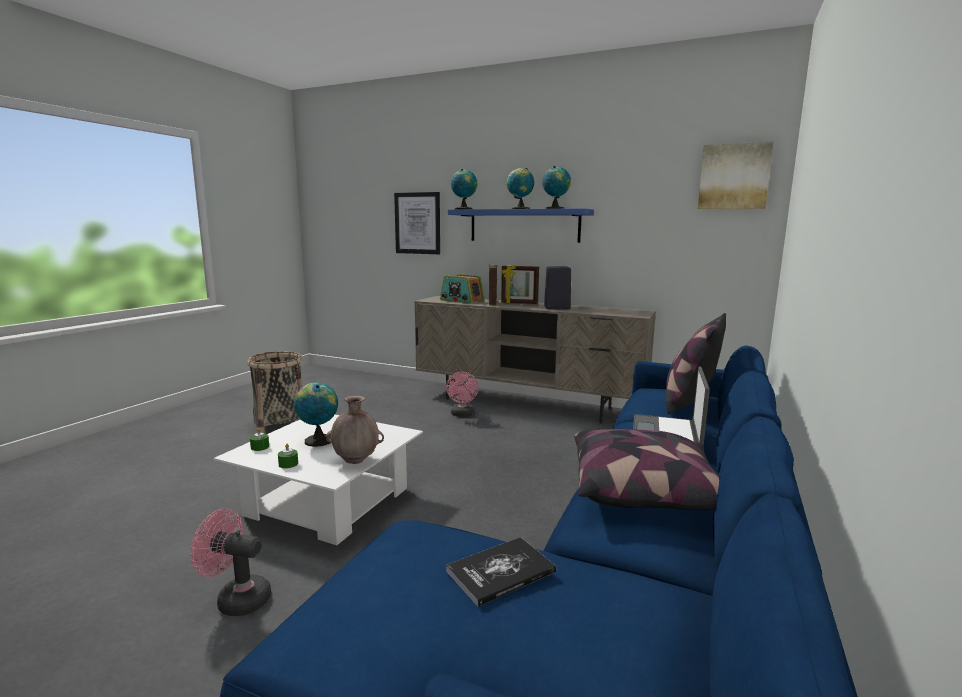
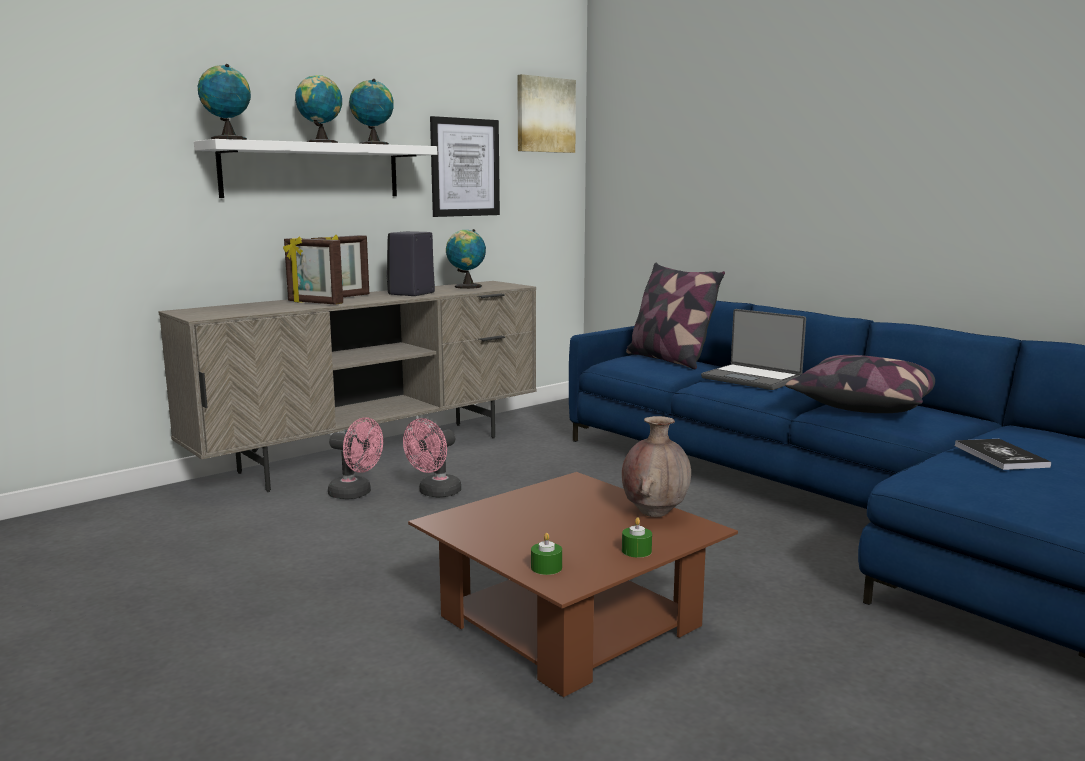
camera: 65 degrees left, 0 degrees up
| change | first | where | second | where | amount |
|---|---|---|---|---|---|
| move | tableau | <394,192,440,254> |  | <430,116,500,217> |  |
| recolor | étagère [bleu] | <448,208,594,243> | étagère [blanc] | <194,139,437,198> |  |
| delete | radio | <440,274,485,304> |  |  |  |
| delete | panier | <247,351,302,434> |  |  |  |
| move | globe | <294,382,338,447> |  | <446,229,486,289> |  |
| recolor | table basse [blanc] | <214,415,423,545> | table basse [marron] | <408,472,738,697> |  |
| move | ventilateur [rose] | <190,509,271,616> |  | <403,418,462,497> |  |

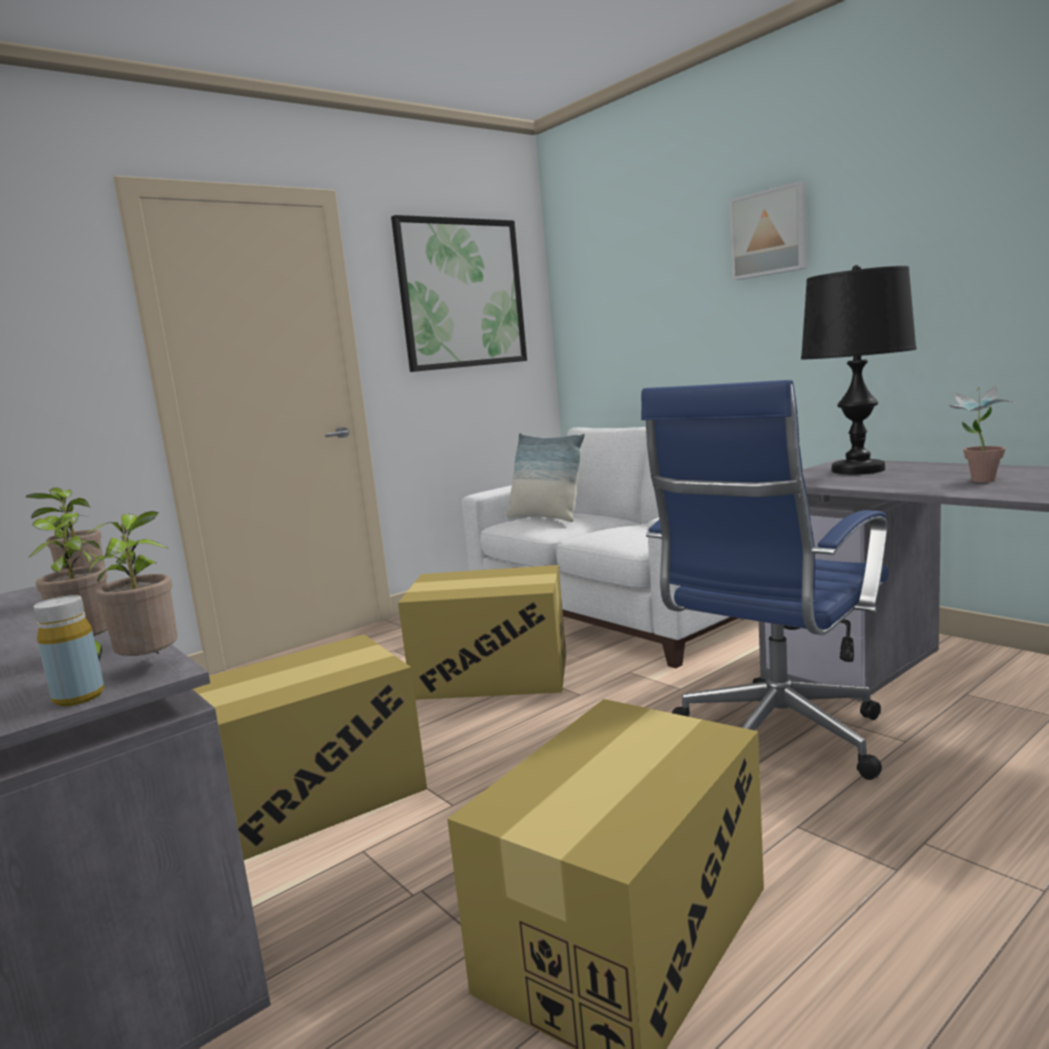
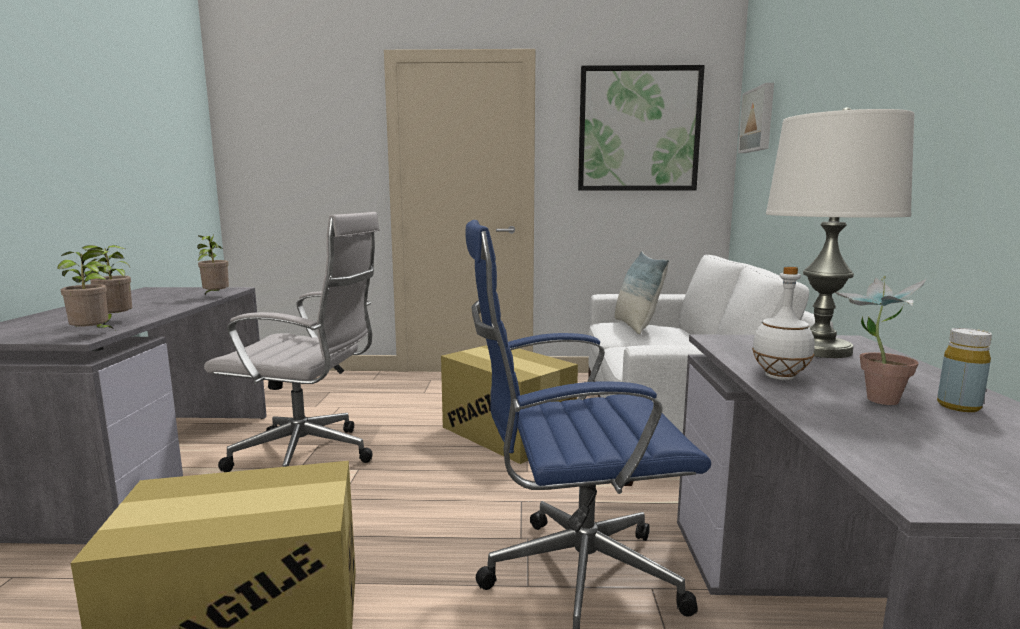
camera: 40 degrees right, 0 degrees up
| change | first | where | second | where | amount |
|---|---|---|---|---|---|
| move | tableau | <729,181,807,280> |  | <738,83,774,153> |  |
| recolor | lampe de table [noir] | <801,265,916,474> | lampe de table [blanc] | <766,108,914,358> |  |
| move | bouteille [jaune] | <33,595,104,706> |  | <937,328,992,412> |  |
| replace | carton | <193,634,427,860> | chaise de bureau [blanc] | <204,212,379,472> |  |
| insert |  |  | bouteille [blanc] | <752,267,815,380> |  |

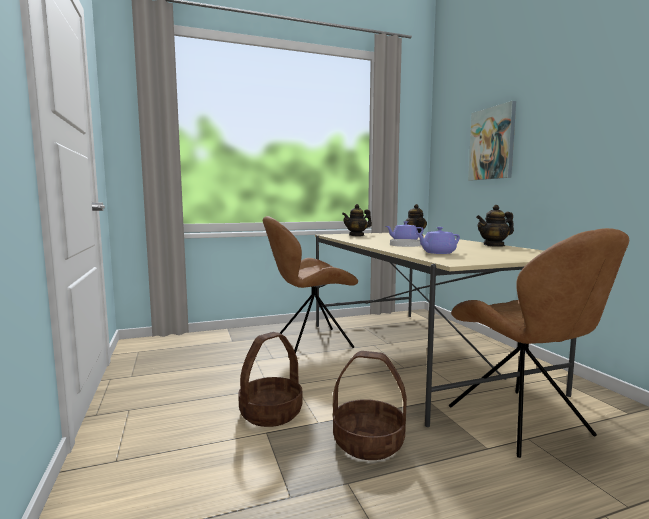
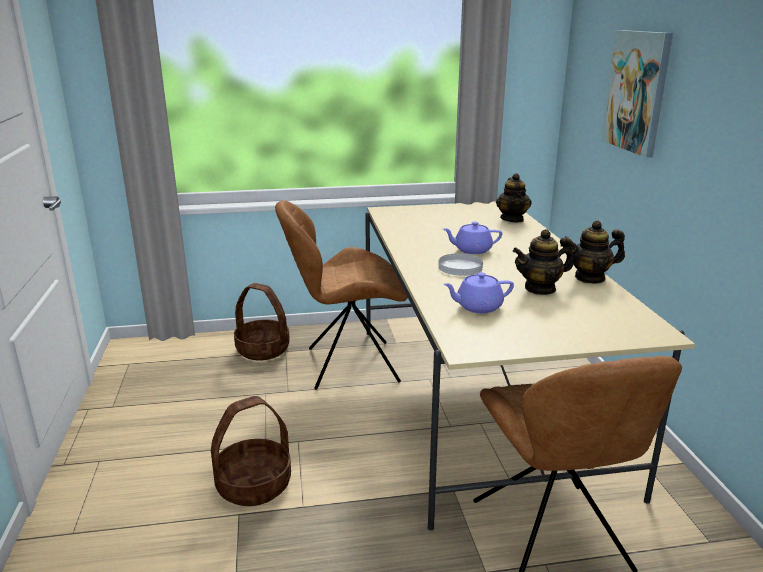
camera: 10 degrees right, 15 degrees up
| change | first | where | second | where | amount |
|---|---|---|---|---|---|
| move | théière | <342,204,372,236> |  | <513,229,574,295> |  |
| move | panier | <333,351,407,460> |  | <234,283,290,361> |  |

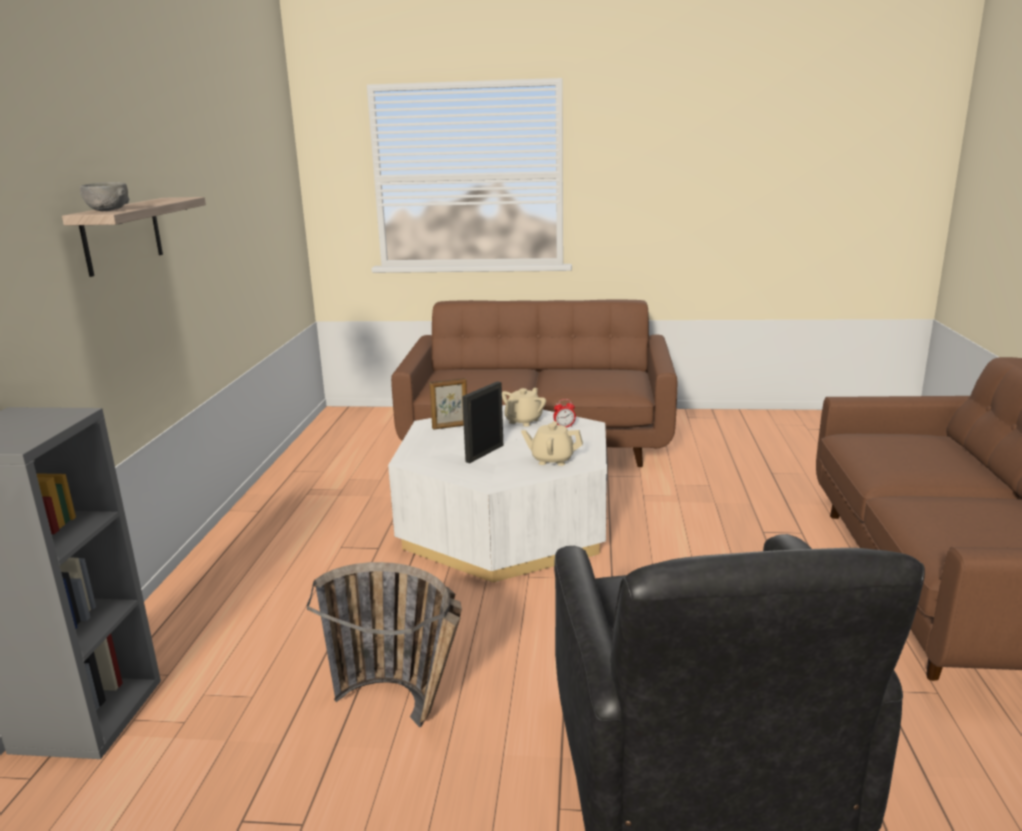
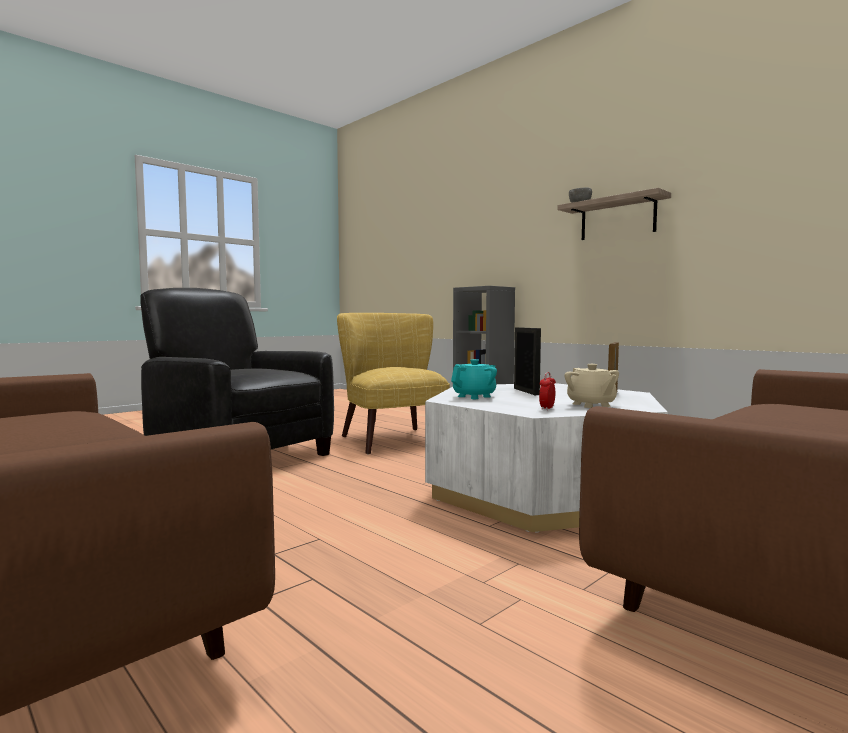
camera: 130 degrees right, 15 degrees down
| change | first | where | second | where | amount |
|---|---|---|---|---|---|
| recolor | théière [beige] | <521,421,583,466> | théière [turquoise] | <451,359,497,399> |  |
| replace | panier | <307,562,462,727> | fauteuil [jaune] | <337,313,450,455> |  |

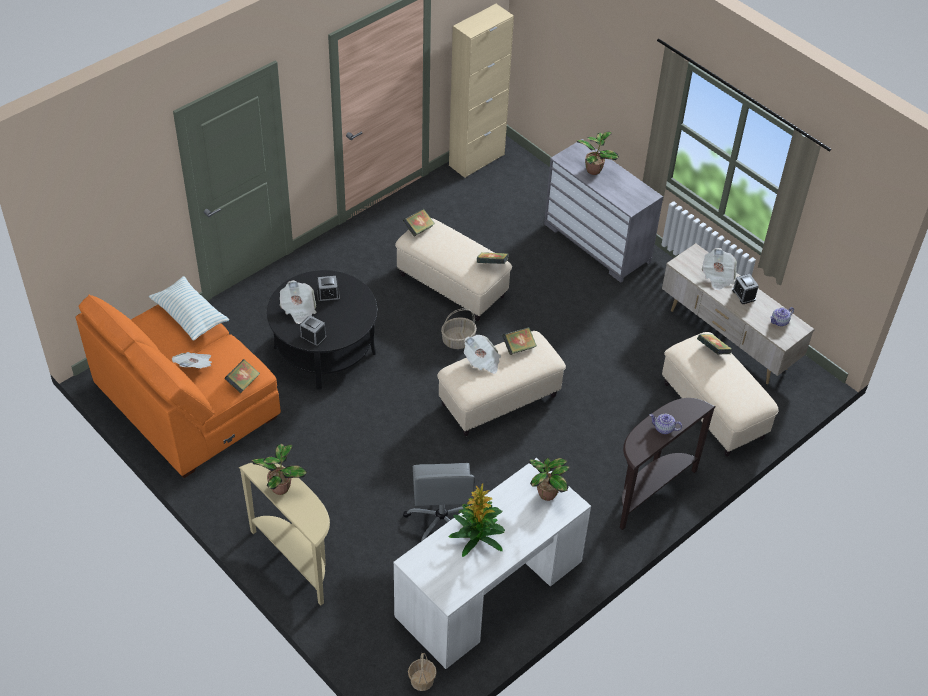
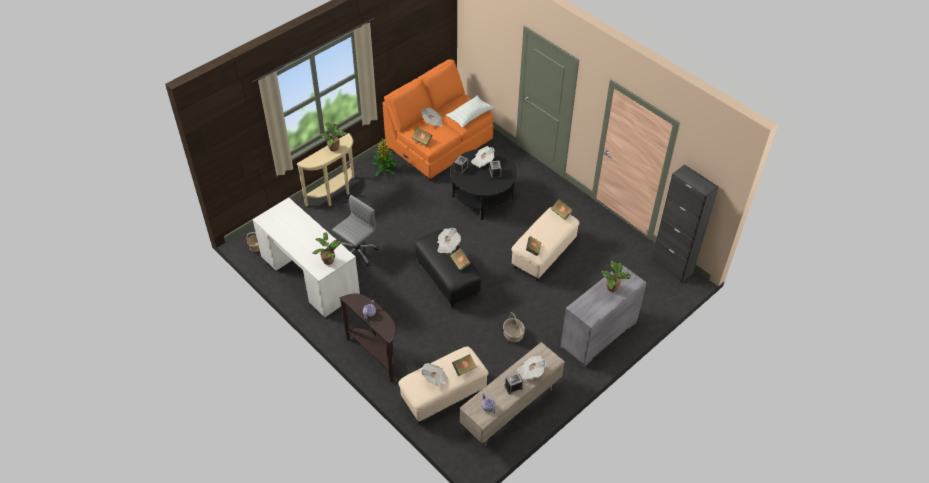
camera: 90 degrees right, 0 degrees up
| change | first | where | second | where | amount |
|---|---|---|---|---|---|
| recolor | meuble de rangement [beige] | <449,4,514,178> | meuble de rangement [noir] | <652,164,719,282> |  |
| move | panier | <441,308,477,349> |  | <503,312,525,342> |  |
| recolor | pouf [beige] | <437,331,566,436> | pouf [noir] | <414,230,482,308> |  |
| rotate | chaise de bureau [gris] | <403,463,475,543> |  | <332,195,379,267> | 135 degrees clockwise |
| move | plante en pot | <449,483,505,557> |  | <372,138,398,177> |  |
| insert |  |  | journal | <421,363,450,386> |  |

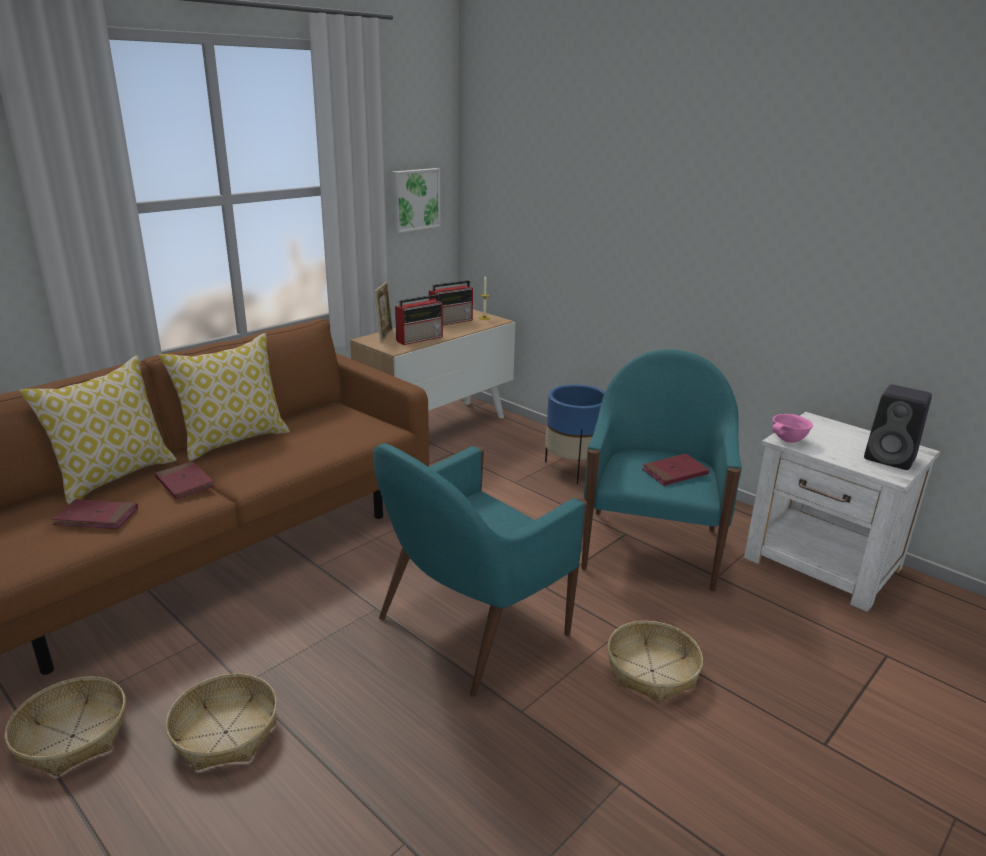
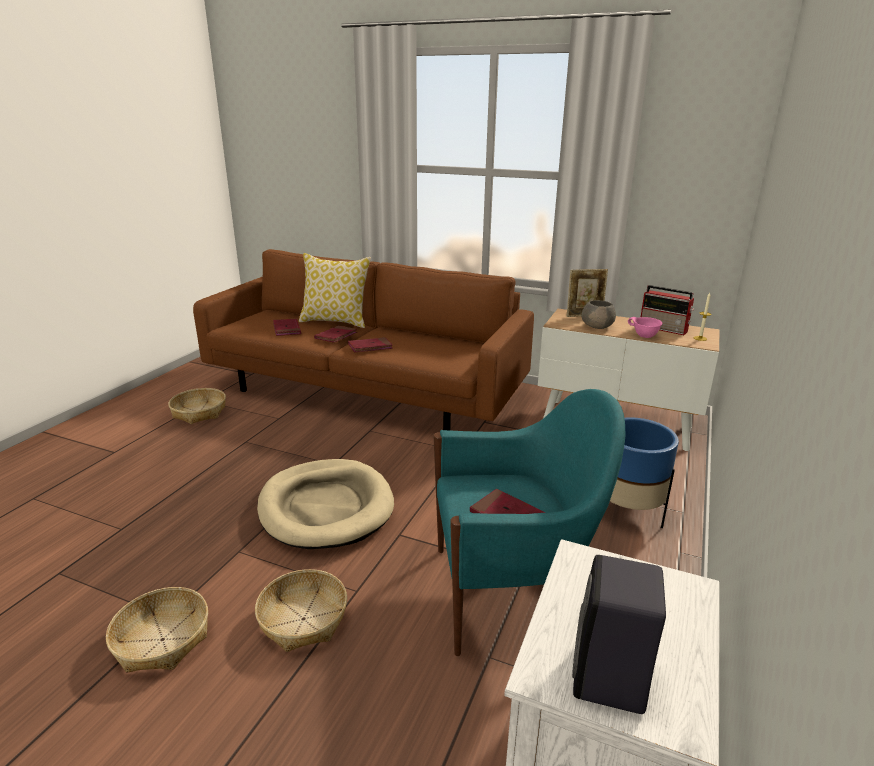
camera: 70 degrees right, 0 degrees up
| change | first | where | second | where | amount |
|---|---|---|---|---|---|
| delete | tableau | <392,168,440,233> |  |  |  |
| replace | radio | <395,294,443,345> | bol [gris] | <582,300,616,329> |  |
| delete | coussin | <159,333,290,461> |  |  |  |
| move | bol [rose] | <772,414,813,443> |  | <628,317,662,338> |  |
| replace | fauteuil [turquoise] | <373,443,587,697> | panier pour chien [beige] | <257,459,394,549> |  |
| move | panier | <165,673,277,771> |  | <106,587,208,673> |  |
| insert |  |  | livre [rouge] | <348,337,393,352> |  |

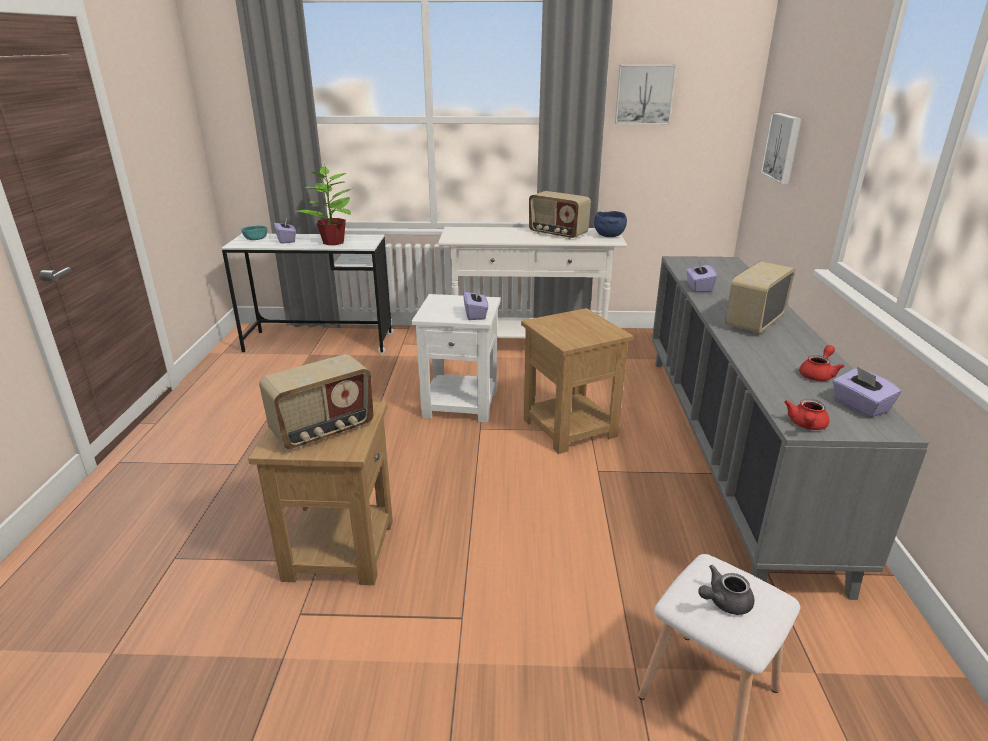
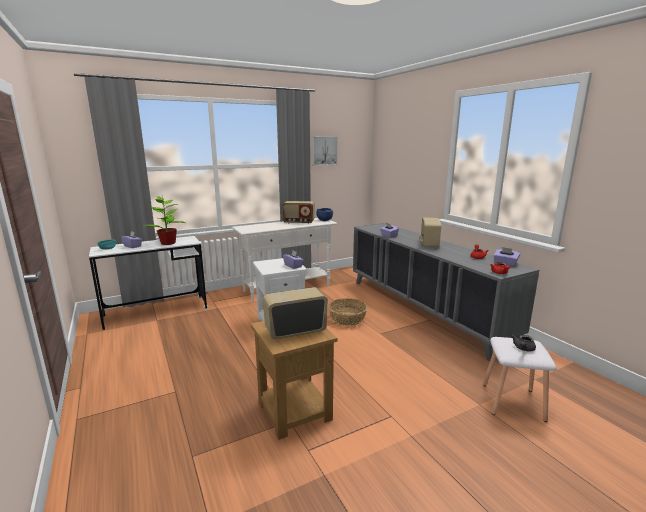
camera: 30 degrees left, 10 degrees down
| change | first | where | second | where | amount |
|---|---|---|---|---|---|
| delete | tableau | <760,113,802,184> |  |  |  |
| replace | table d'appoint [marron] | <521,308,633,454> | panier | <328,298,368,326> |  |
| rotate | radio | <259,354,374,449> |  | <263,287,328,339> | 135 degrees counterclockwise |

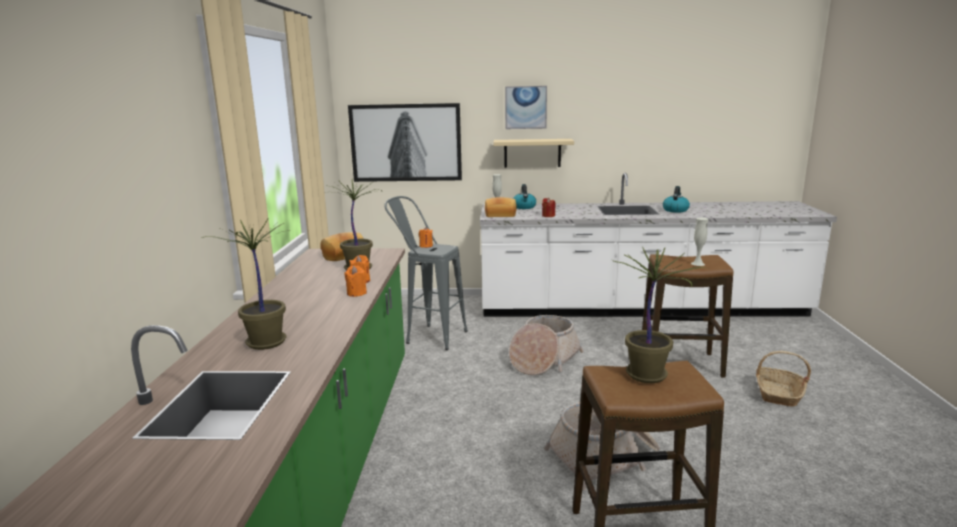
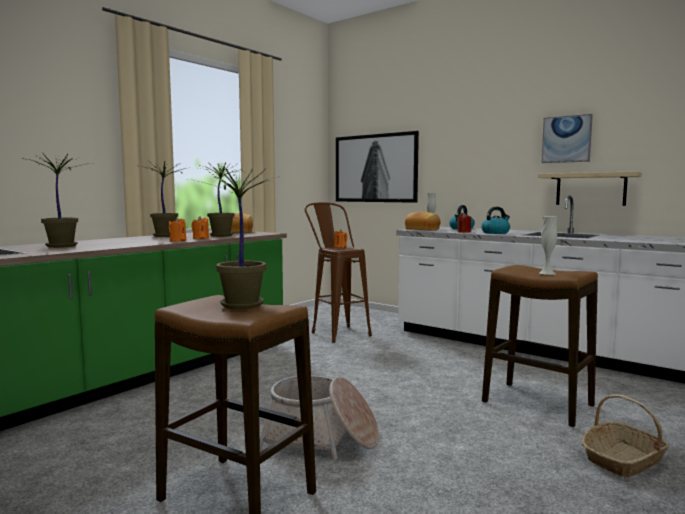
camera: 35 degrees right, 10 degrees down
| change | first | where | second | where | amount |
|---|---|---|---|---|---|
| move | tableau | <505,86,547,129> |  | <542,114,593,163> |  |
| move | étagère [beige] | <493,139,574,168> |  | <538,171,642,206> |  |
| move | bouilloire | <663,186,690,213> |  | <481,207,510,234> |  |
| recolor | tabouret [gris] | <385,196,468,350> | tabouret [marron] | <305,202,372,343> |  |
| delete | panier | <509,315,584,375> |  |  |  |
| insert |  |  | plante en pot | <140,161,186,237> |  |

